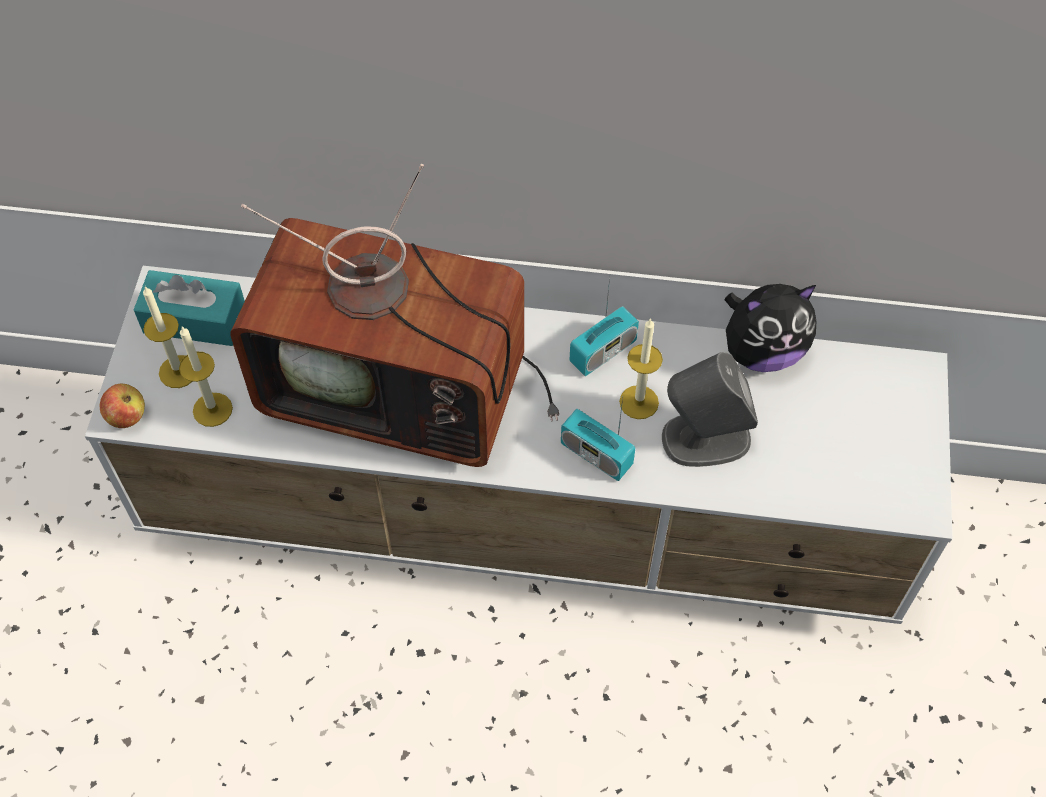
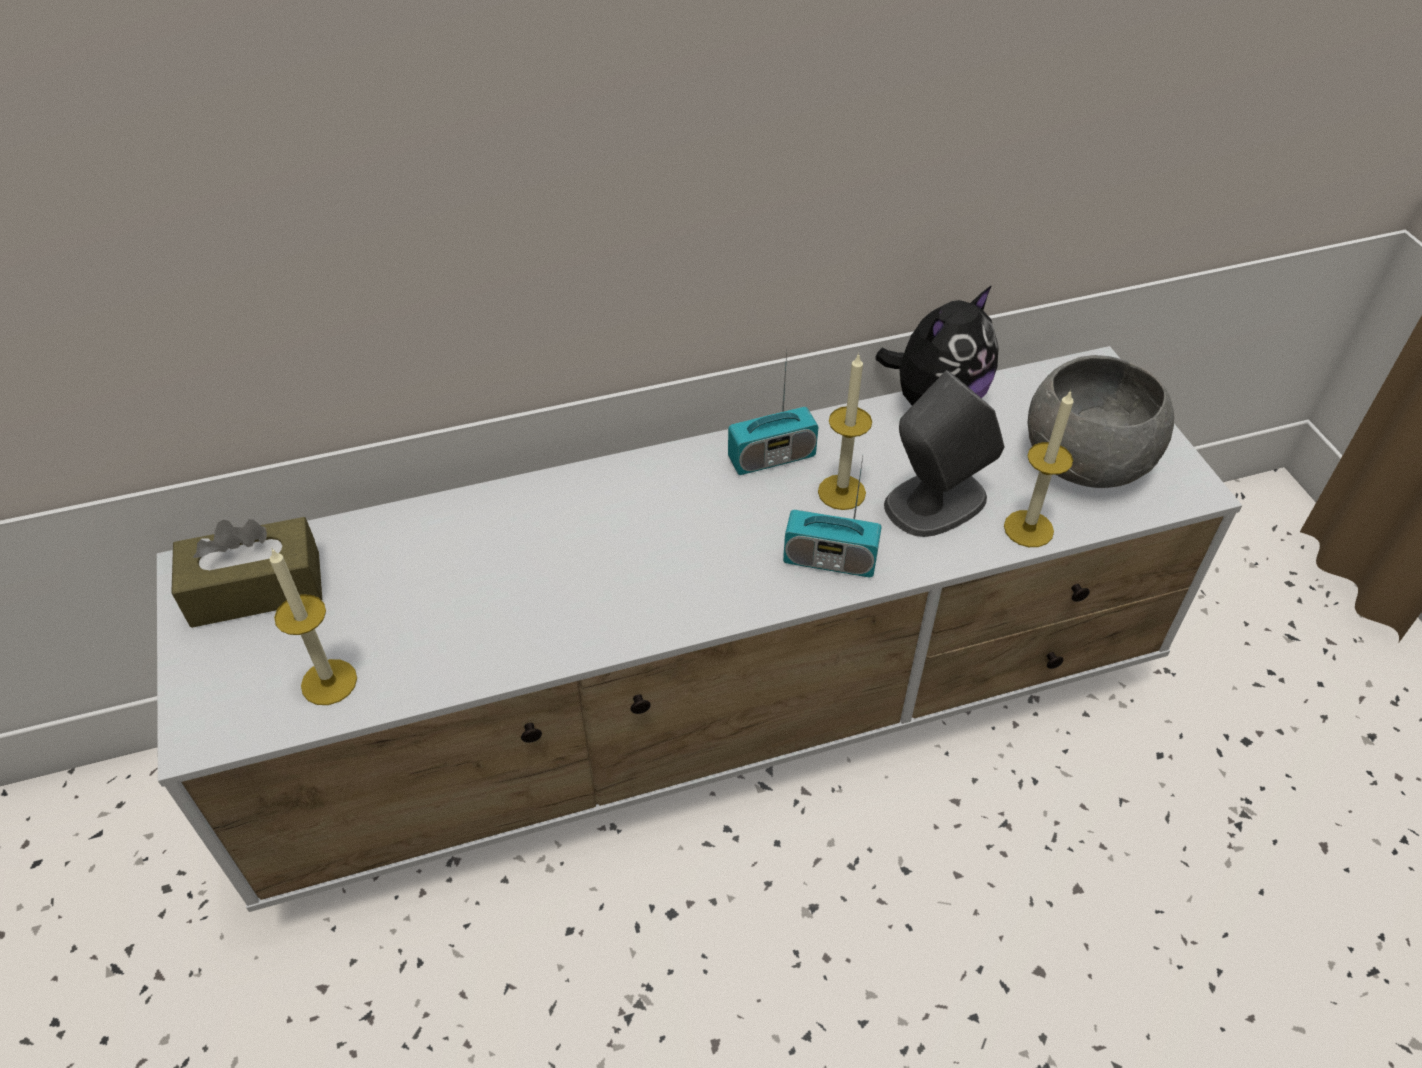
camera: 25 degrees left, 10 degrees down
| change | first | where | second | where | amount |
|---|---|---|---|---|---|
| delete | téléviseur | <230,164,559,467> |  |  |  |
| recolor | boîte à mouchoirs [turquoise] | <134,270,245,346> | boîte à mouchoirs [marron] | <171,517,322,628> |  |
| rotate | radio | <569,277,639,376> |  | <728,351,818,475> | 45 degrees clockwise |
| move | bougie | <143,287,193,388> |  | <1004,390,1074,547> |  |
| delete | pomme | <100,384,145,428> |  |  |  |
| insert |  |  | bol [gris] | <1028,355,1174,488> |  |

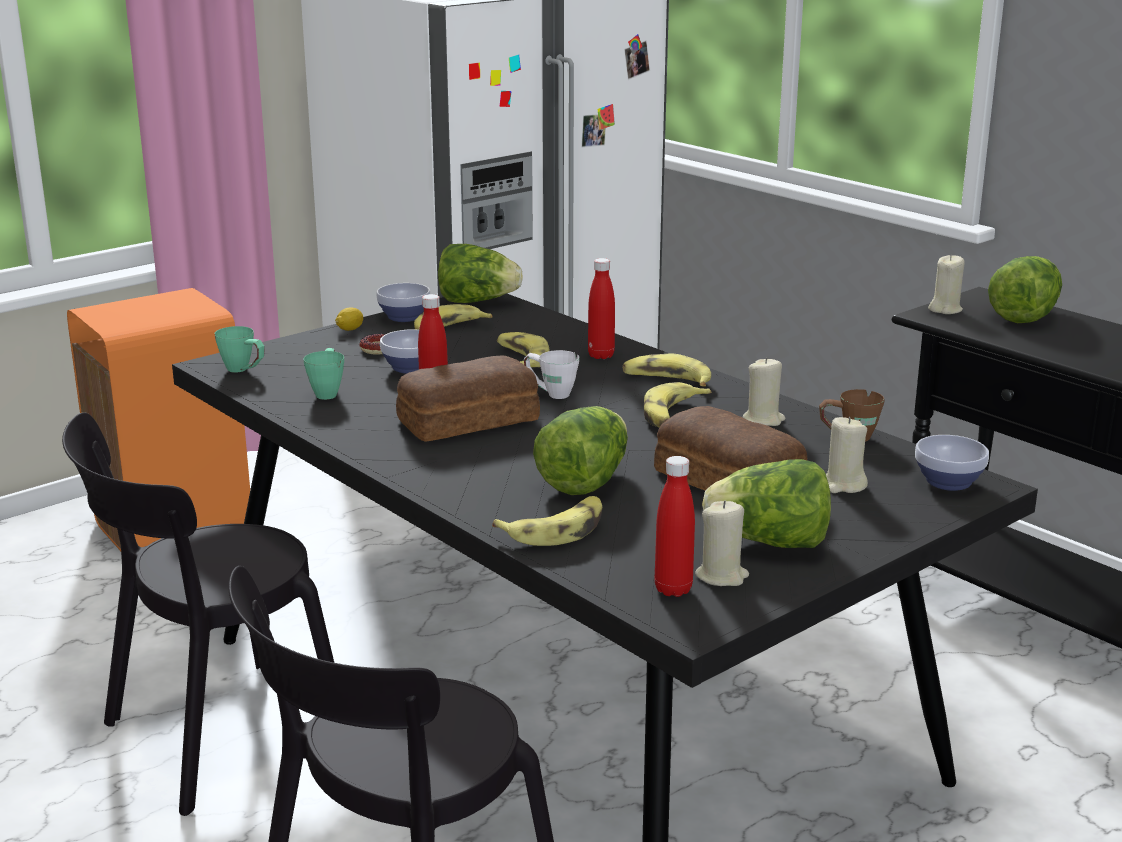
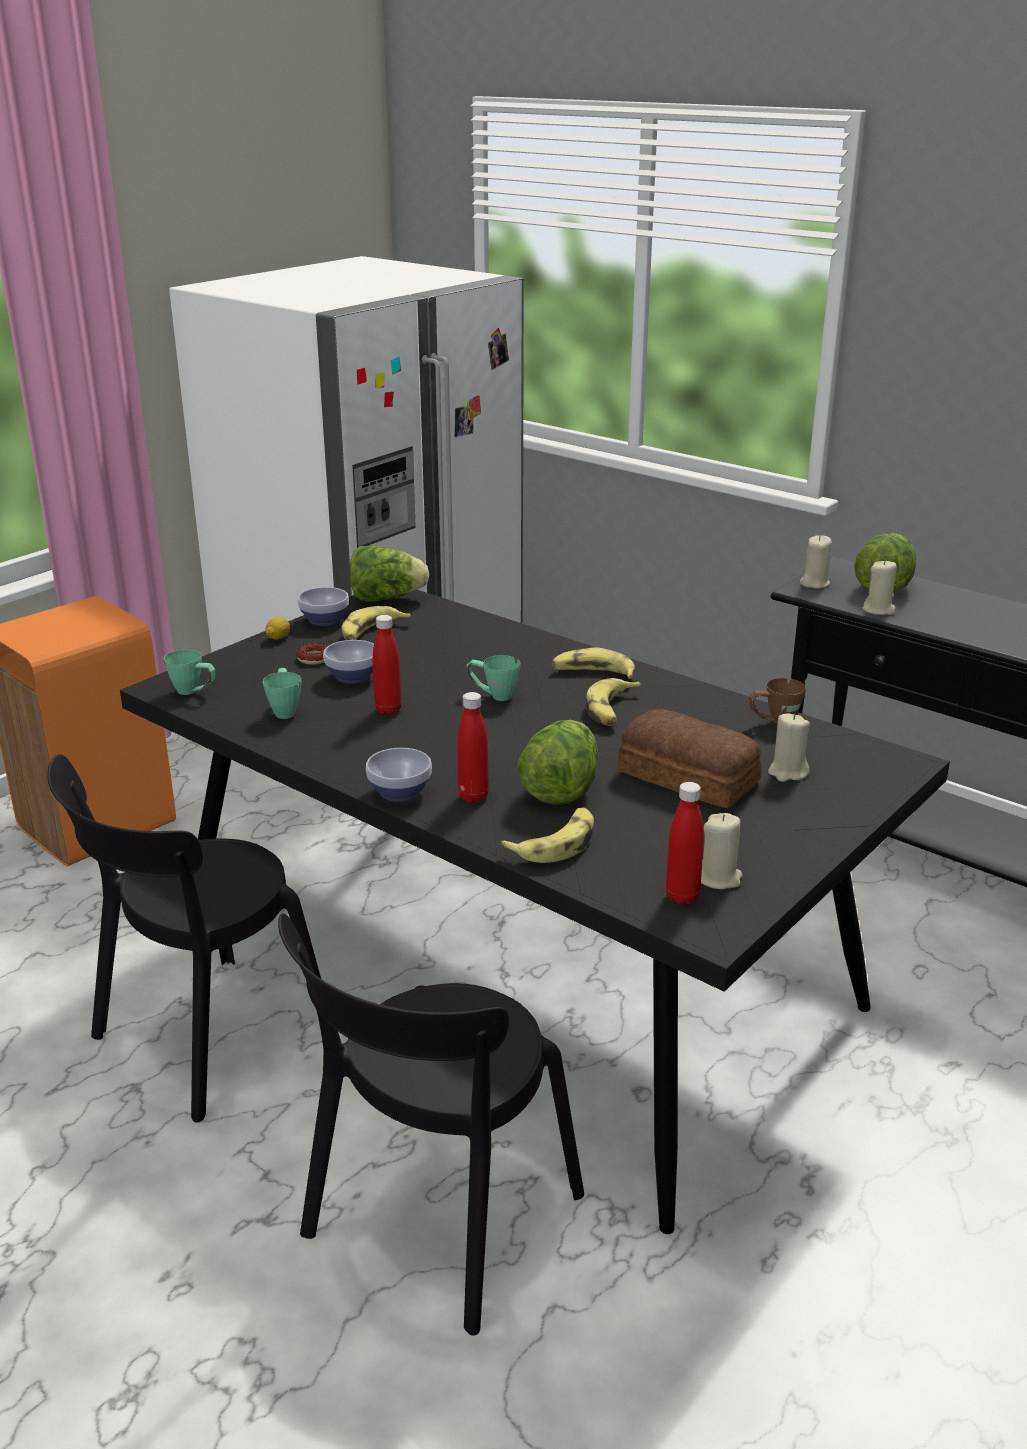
camera: 10 degrees left, 5 degrees up
| change | first | where | second | where | amount |
|---|---|---|---|---|---|
| move | bouteille [rouge] | <588,258,615,359> |  | <457,692,489,803> |  |
| delete | banane | <497,332,549,367> |  |  |  |
| recolor | mug [blanc] | <524,350,579,399> | mug [vert] | <467,655,521,701> |  |
| delete | pain | <396,356,540,442> |  |  |  |
| move | bougie [beige] | <743,357,785,426> |  | <862,560,897,615> |  |
| move | bol | <915,435,989,491> |  | <366,748,432,802> |  |
| delete | laitue | <702,459,831,548> |  |  |  |

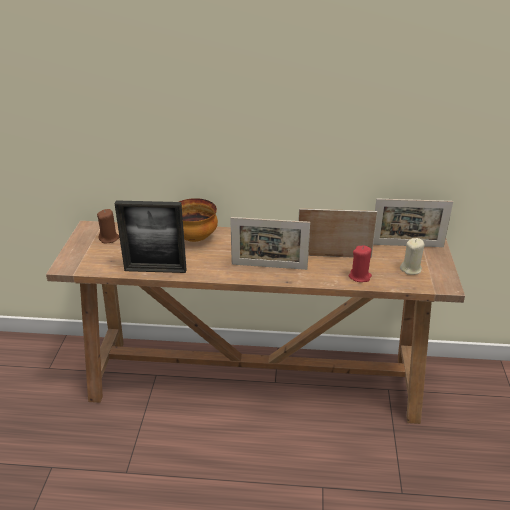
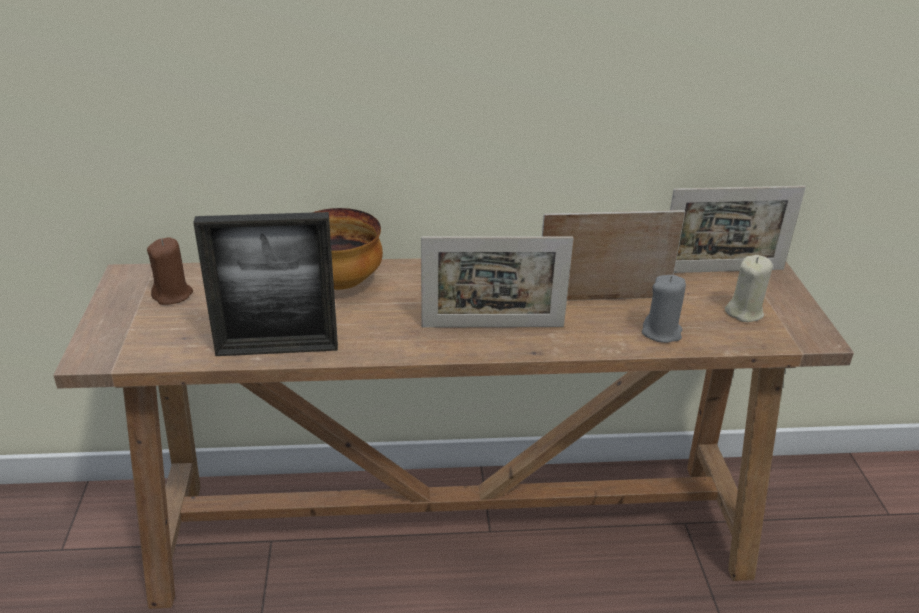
camera: 10 degrees left, 0 degrees up
| change | first | where | second | where | amount |
|---|---|---|---|---|---|
| recolor | bougie [rouge] | <349,246,372,282> | bougie [gris] | <642,275,686,343> |  |

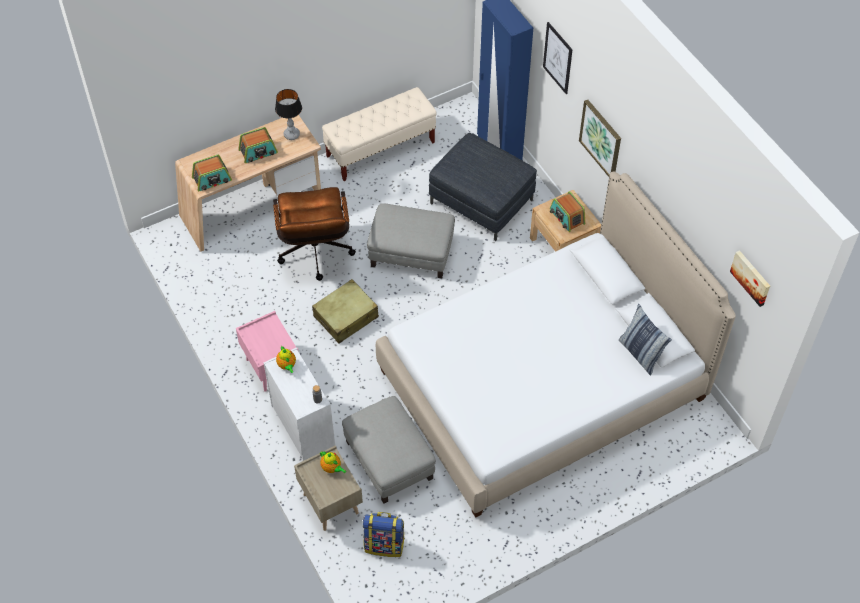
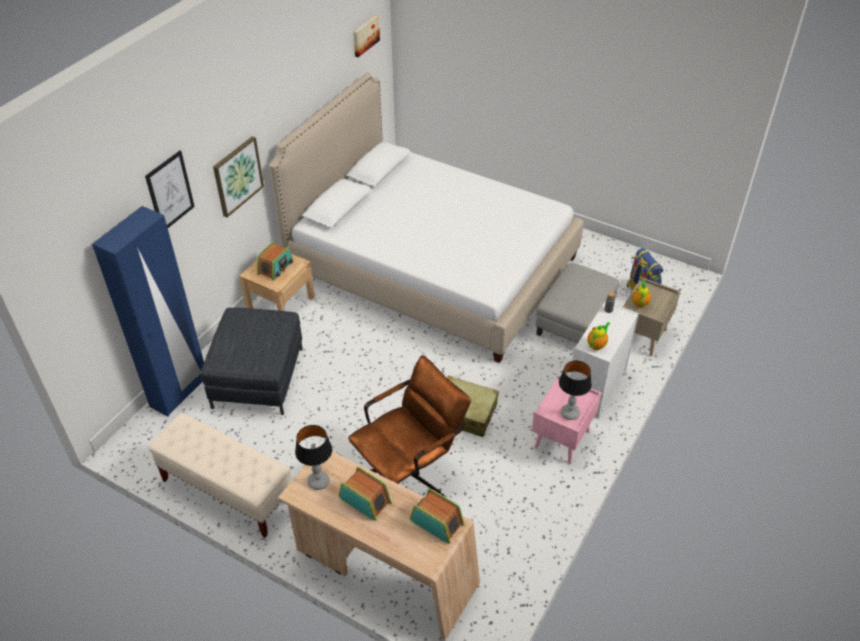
camera: 120 degrees left, 10 degrees down
| change | first | where | second | where | amount |
|---|---|---|---|---|---|
| delete | pouf [gris] | <367,203,455,279> |  |  |  |
| delete | coussin | <619,304,672,376> |  |  |  |
| insert |  |  | lampe de table | <559,360,592,420> |  |

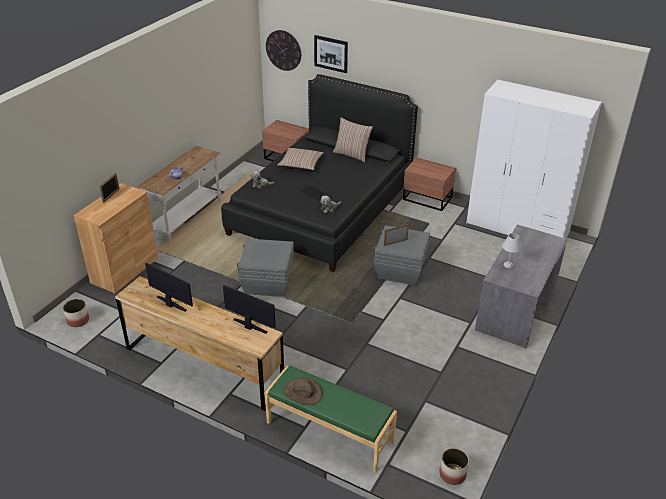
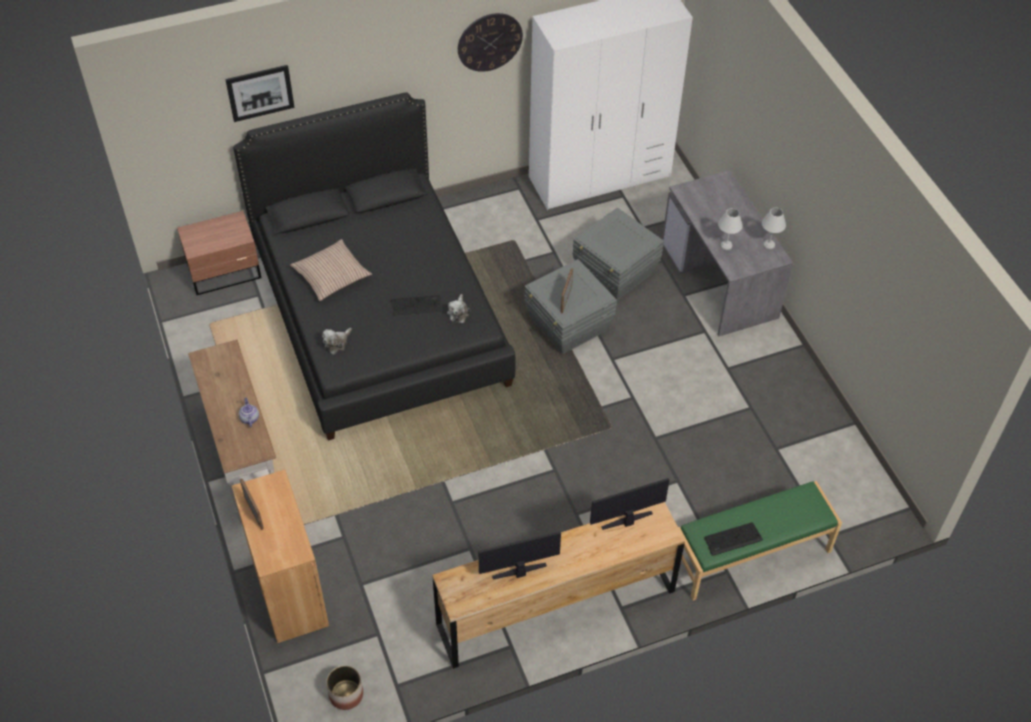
camera: 50 degrees left, 15 degrees up
| change | first | where | second | where | amount |
|---|---|---|---|---|---|
| move | horloge murale | <266,30,301,71> |  | <458,13,523,72> |  |
| delete | coussin | <333,117,373,162> |  |  |  |
| delete | table de chevet [marron] | <403,157,456,211> |  |  |  |
| move | boîte de rangement [gris] | <237,239,294,297> |  | <573,208,664,300> |  |
| replace | chapeau [marron] | <284,377,322,405> | clavier | <704,522,763,556> |  |
| delete | cache-pot | <439,448,469,485> |  |  |  |
| insert |  |  | lampe de table [blanc] | <762,207,786,249> |  |

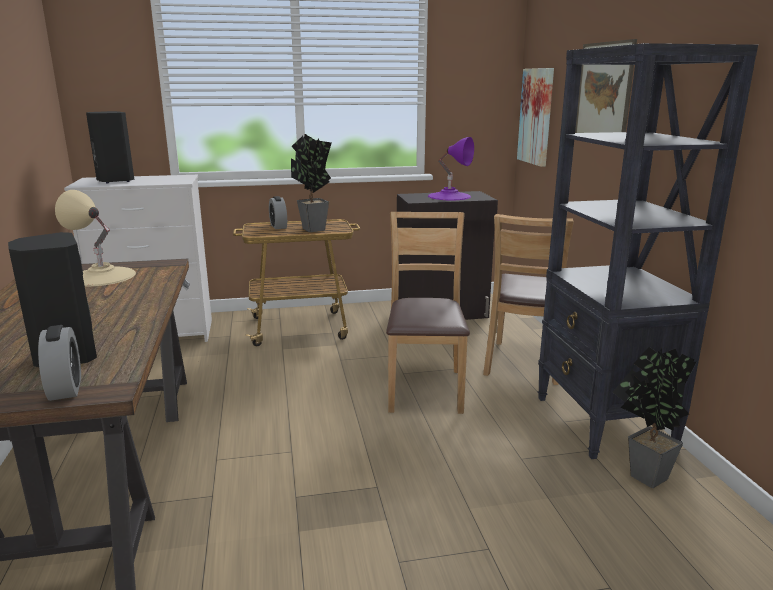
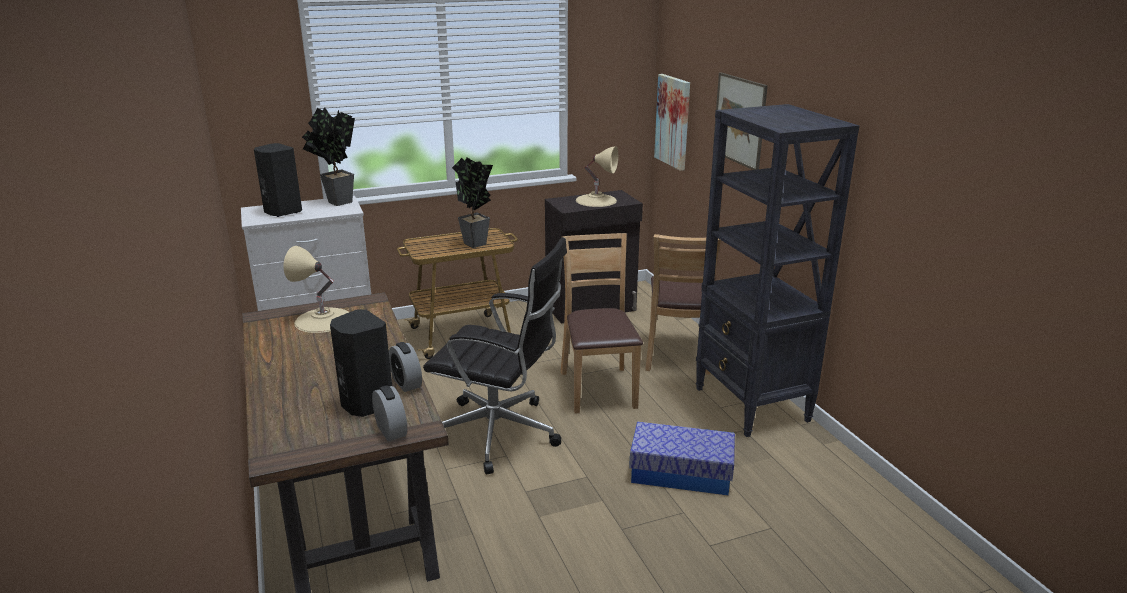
camera: 10 degrees left, 5 degrees up
| change | first | where | second | where | amount |
|---|---|---|---|---|---|
| recolor | lampe de table [violet] | <428,137,474,200> | lampe de table [beige] | <576,146,618,207> |  |
| move | réveil | <269,196,287,229> |  | <389,342,422,392> |  |
| move | plante en pot | <612,347,696,488> |  | <302,108,355,206> |  |
| insert |  |  | chaise de bureau [noir] | <423,237,567,474> |  |
| insert |  |  | boîte de rangement | <629,422,735,495> |  |

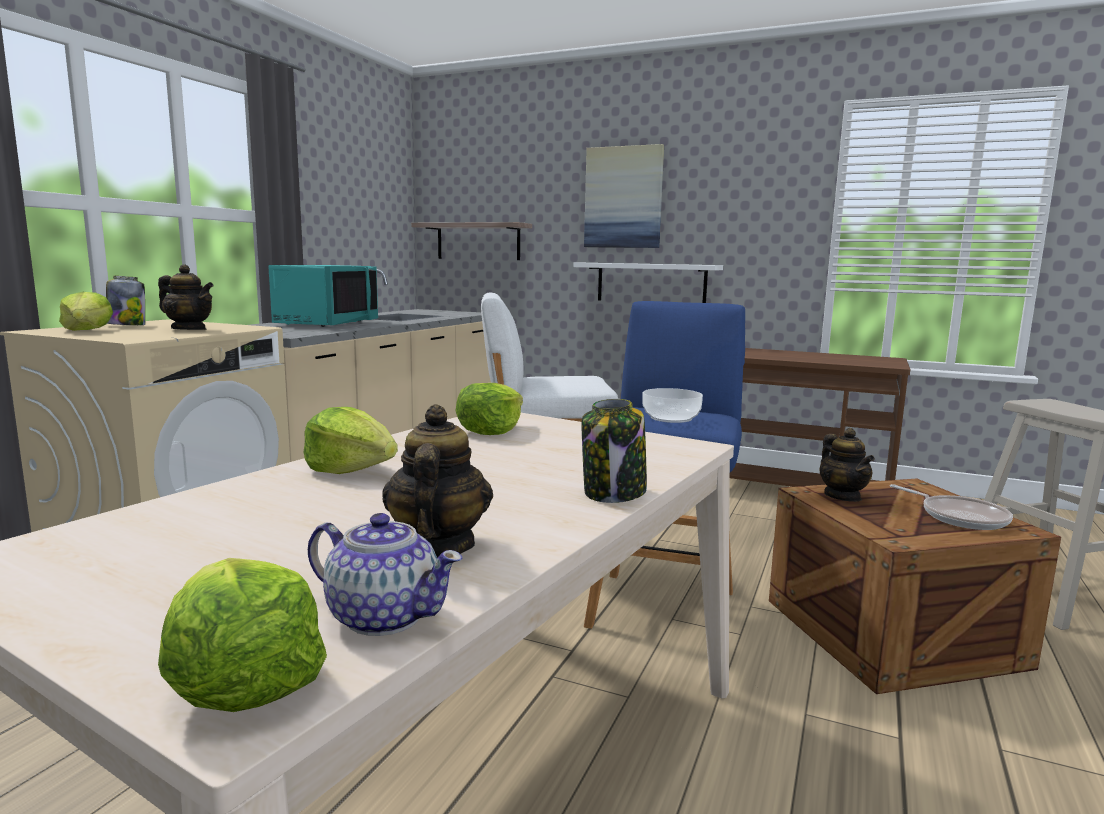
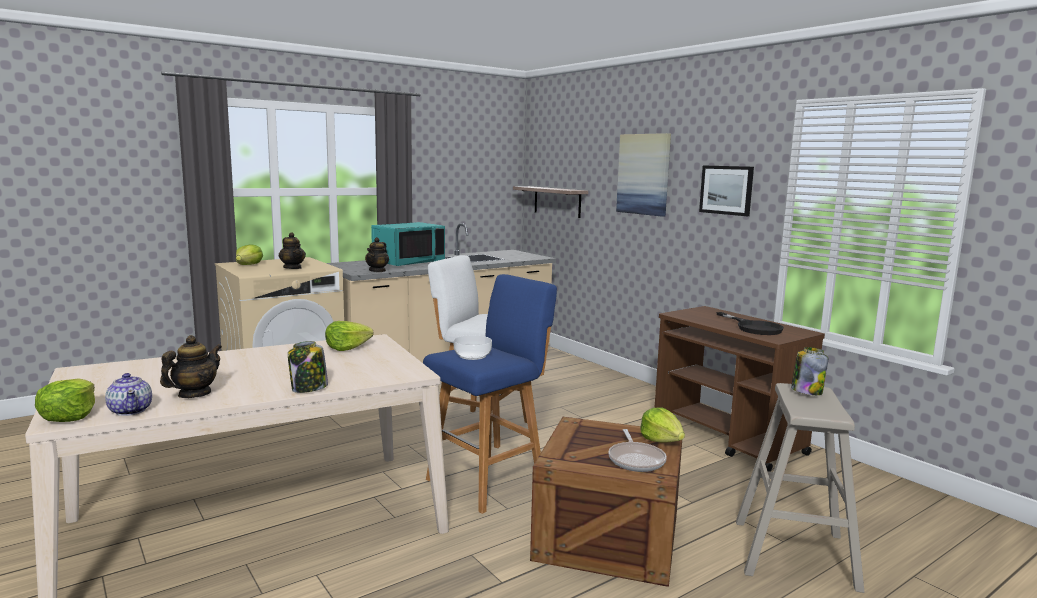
camera: 30 degrees right, 0 degrees up
| change | first | where | second | where | amount |
|---|---|---|---|---|---|
| delete | étagère [blanc] | <573,262,723,303> |  |  |  |
| move | bocal | <106,276,145,325> |  | <791,347,828,395> |  |
| move | laitue | <304,407,398,474> |  | <640,407,685,443> |  |
| move | théière | <820,428,875,502> |  | <365,237,389,272> |  |
| insert |  |  | tableau | <699,165,754,216> |  |
| insert |  |  | poêle [noir] | <716,312,784,335> |  |

